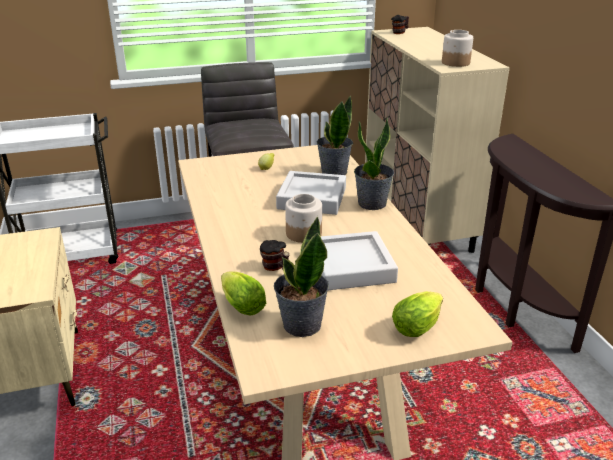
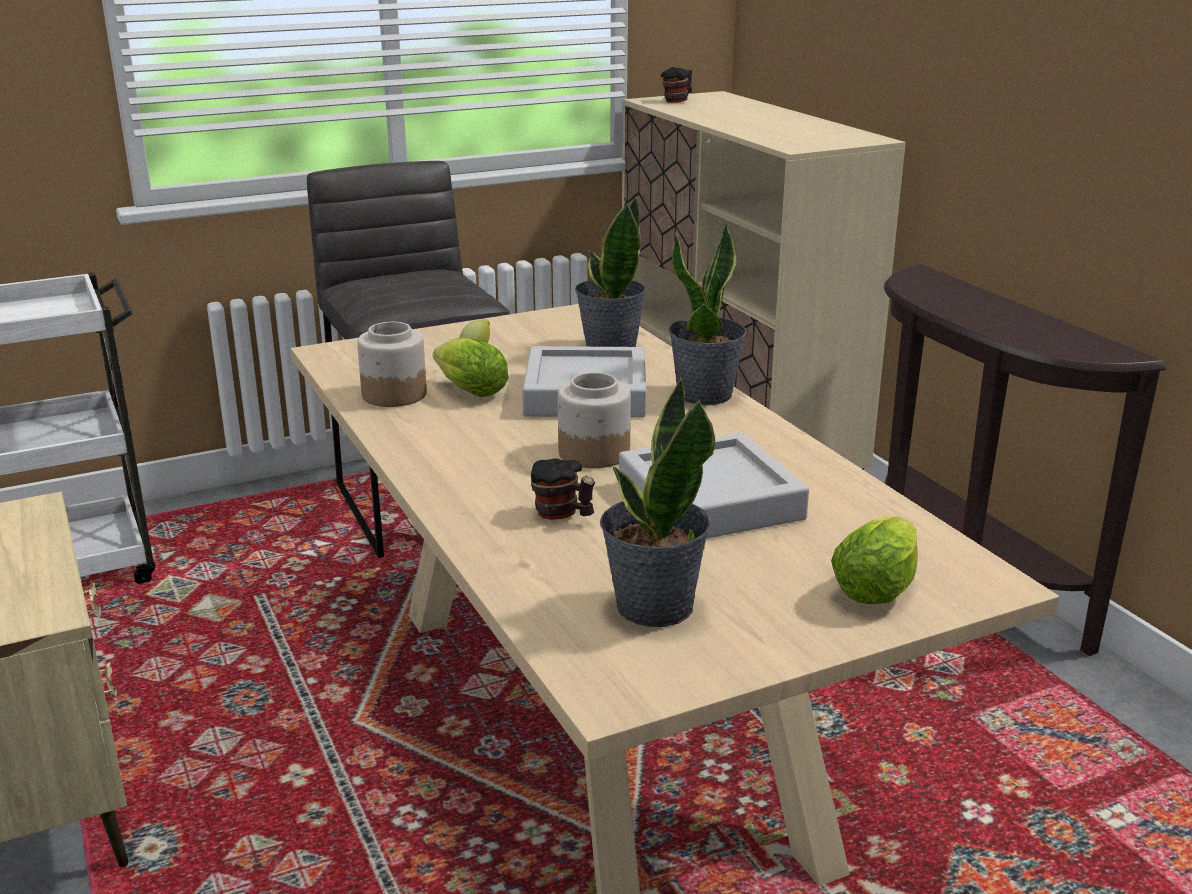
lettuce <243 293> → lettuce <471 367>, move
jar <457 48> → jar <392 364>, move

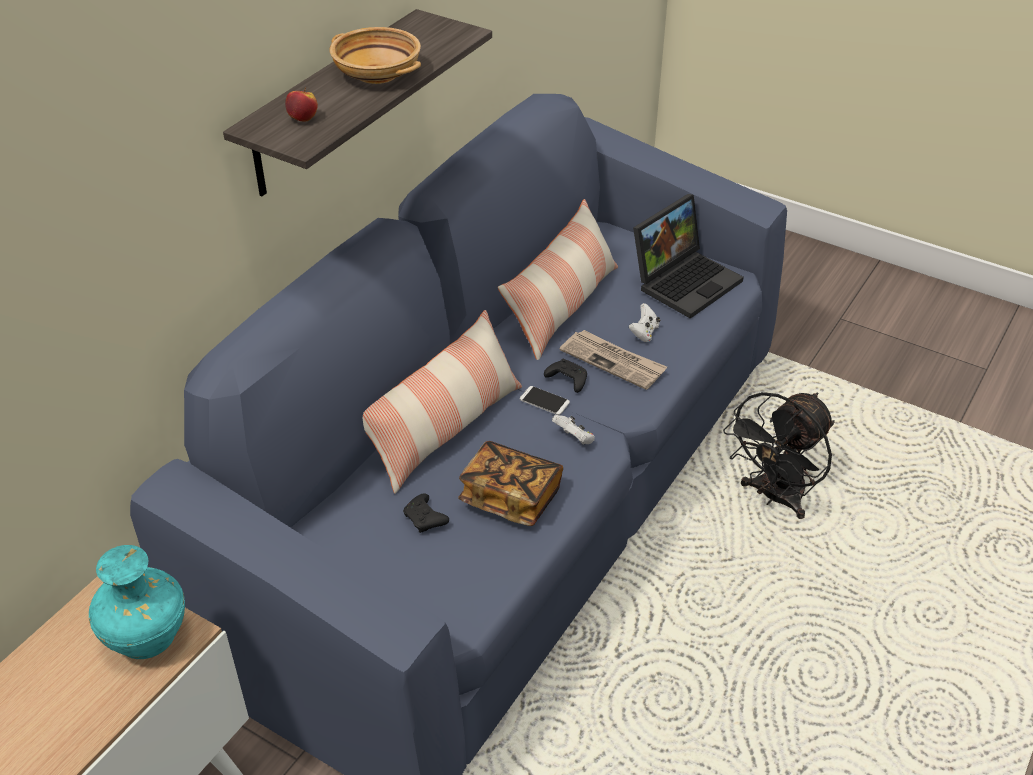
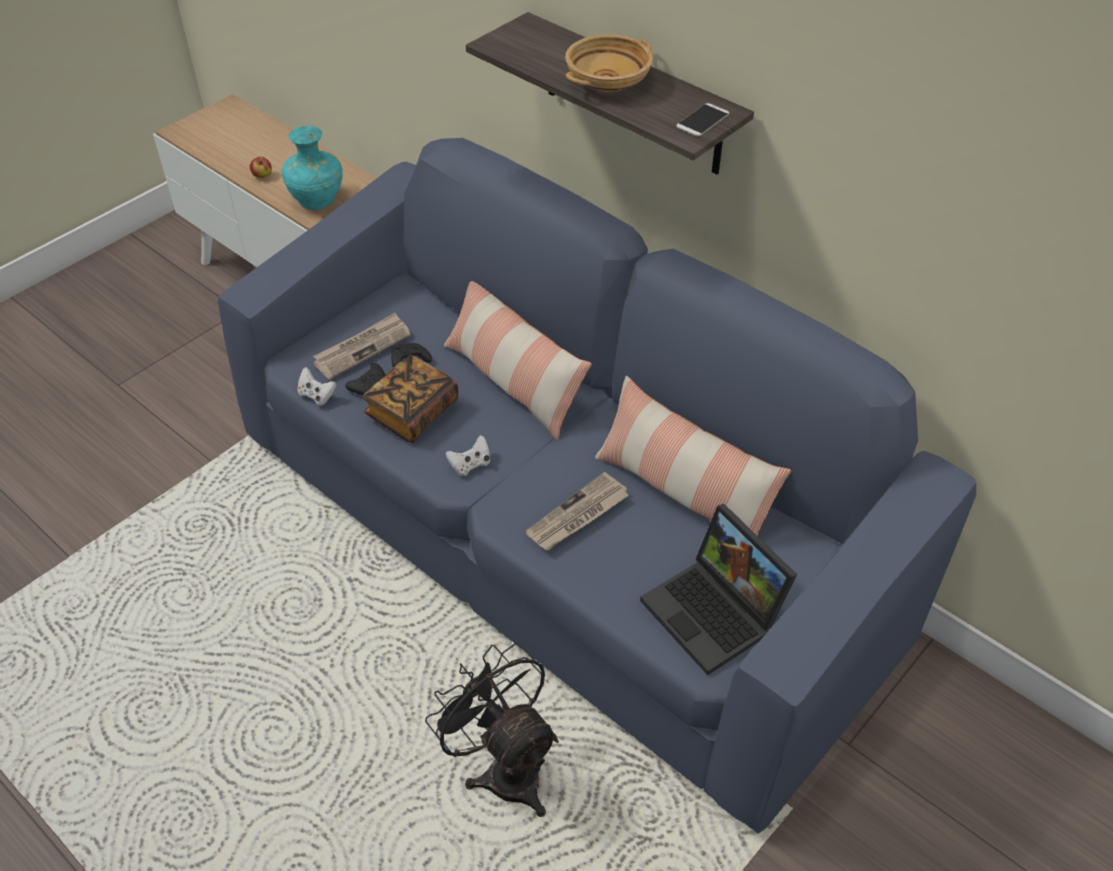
- → newspaper <362 346>
apple <301 105> → apple <261 167>, move
phone <545 400> → phone <702 120>, move
black game controller <565 376> → black game controller <365 379>, move
white game controller <644 322> → white game controller <316 386>, move

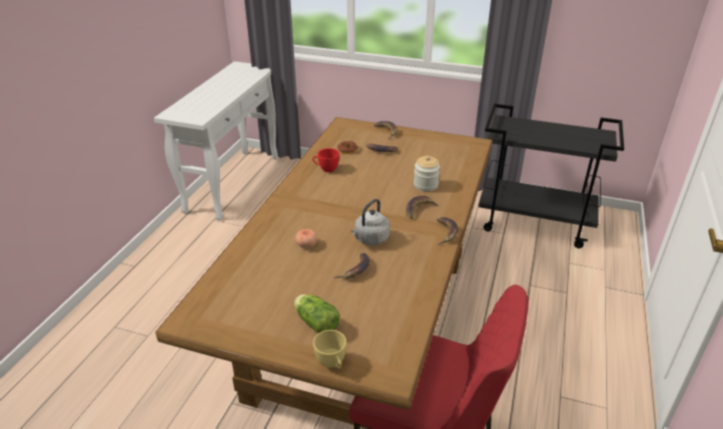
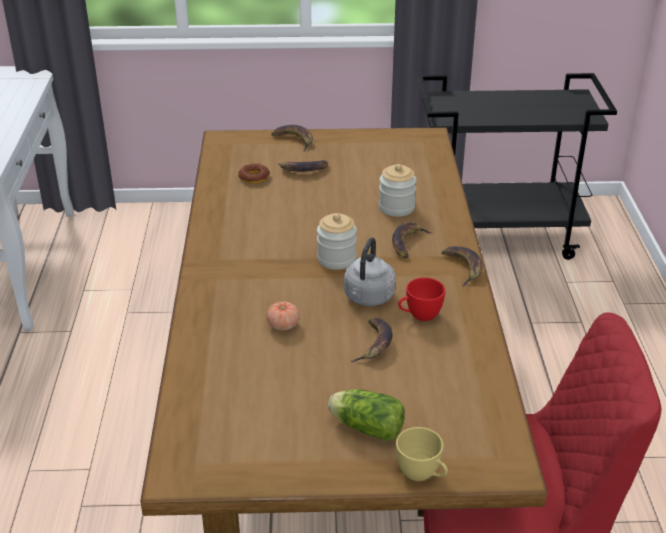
- → jar <337 241>
red cup <325 160> → red cup <421 299>, move

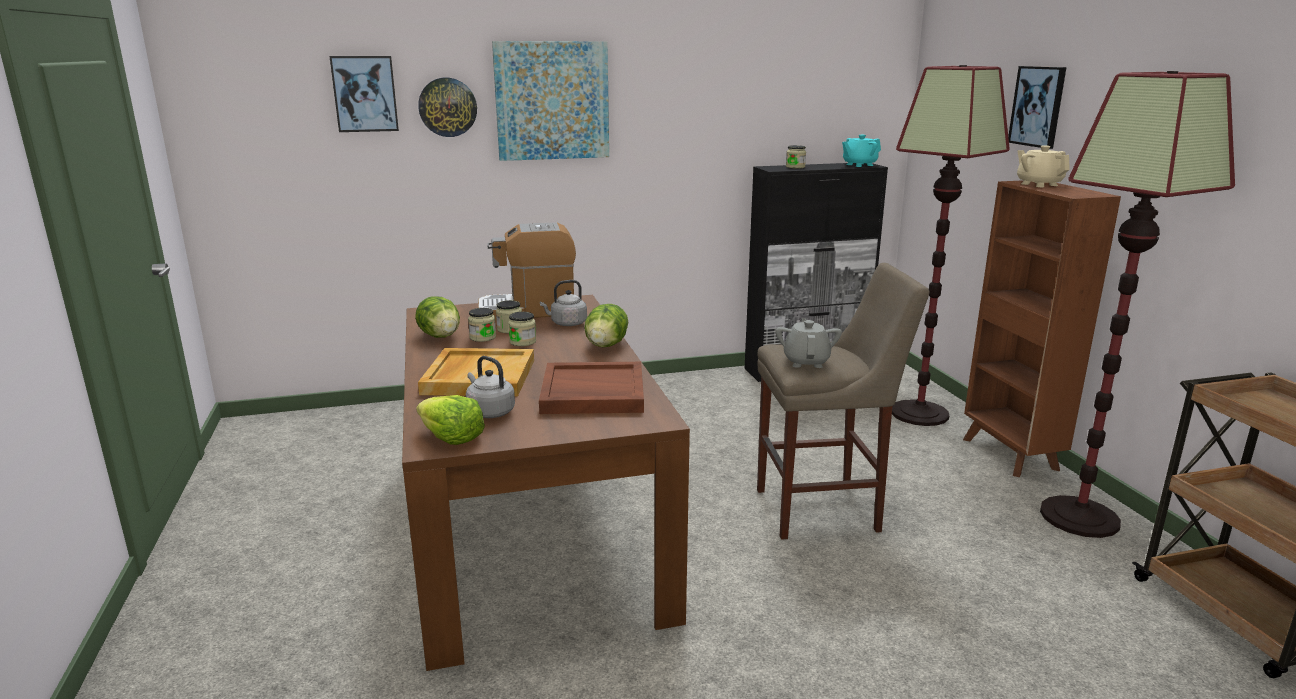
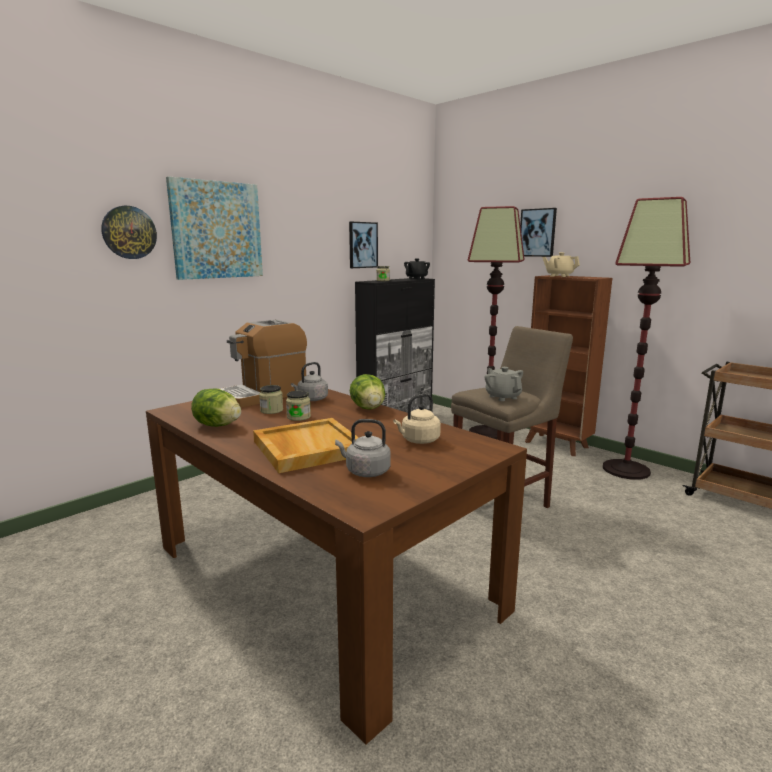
lettuce <450 420> → -
jar <482 325> → -
picture <364 94> → picture <363 245>, move
brown tray <591 388> → beige kettle <417 419>
turquoise teapot <861 151> → black teapot <417 268>

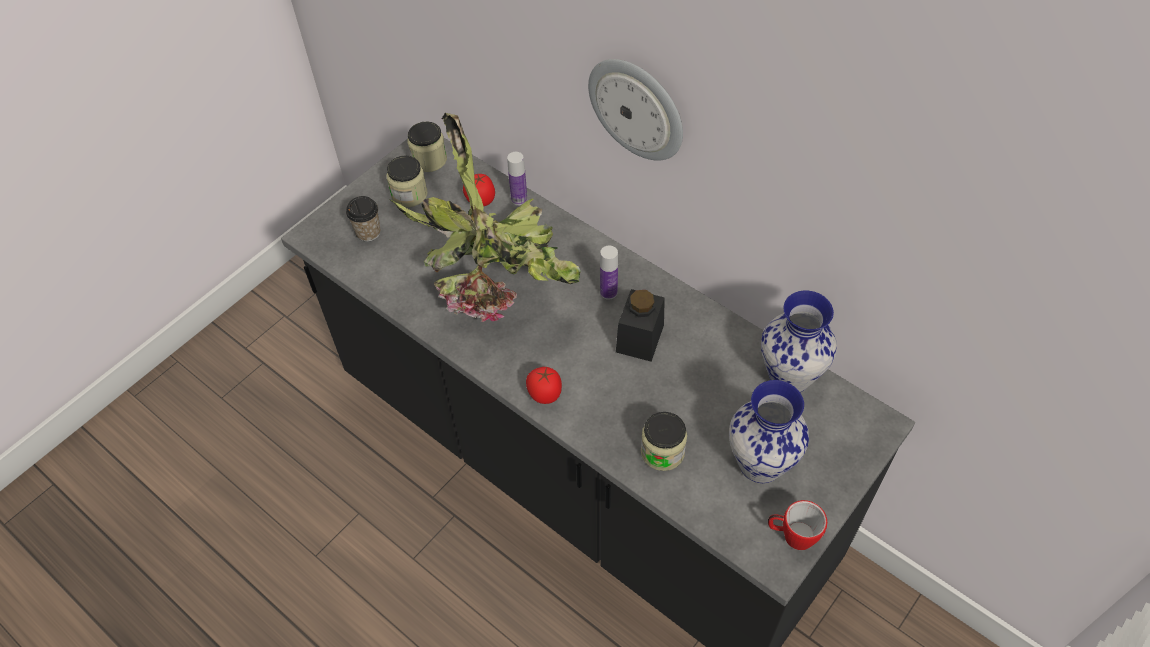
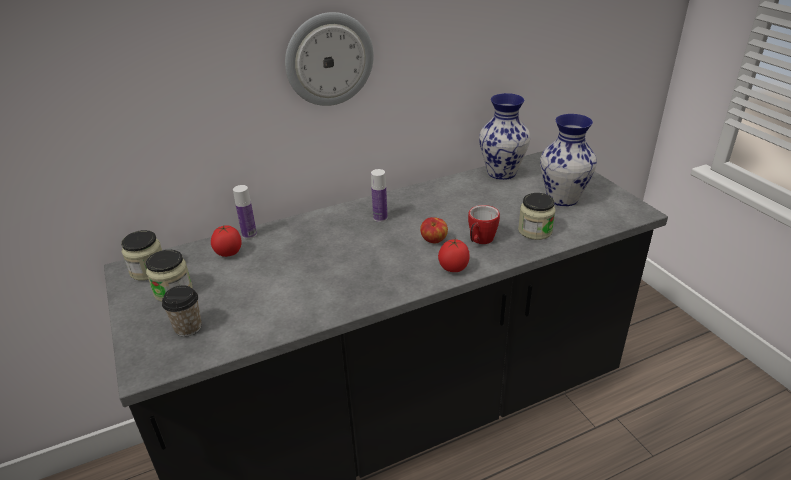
potted plant <485 217> → -
black jar <640 325> → -
- → apple <434 230>
mug <797 525> → mug <484 224>, move

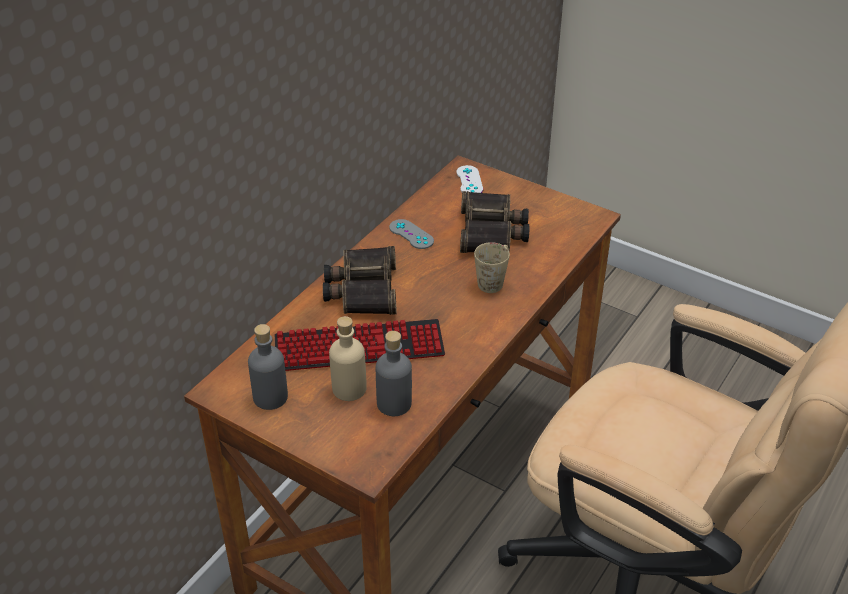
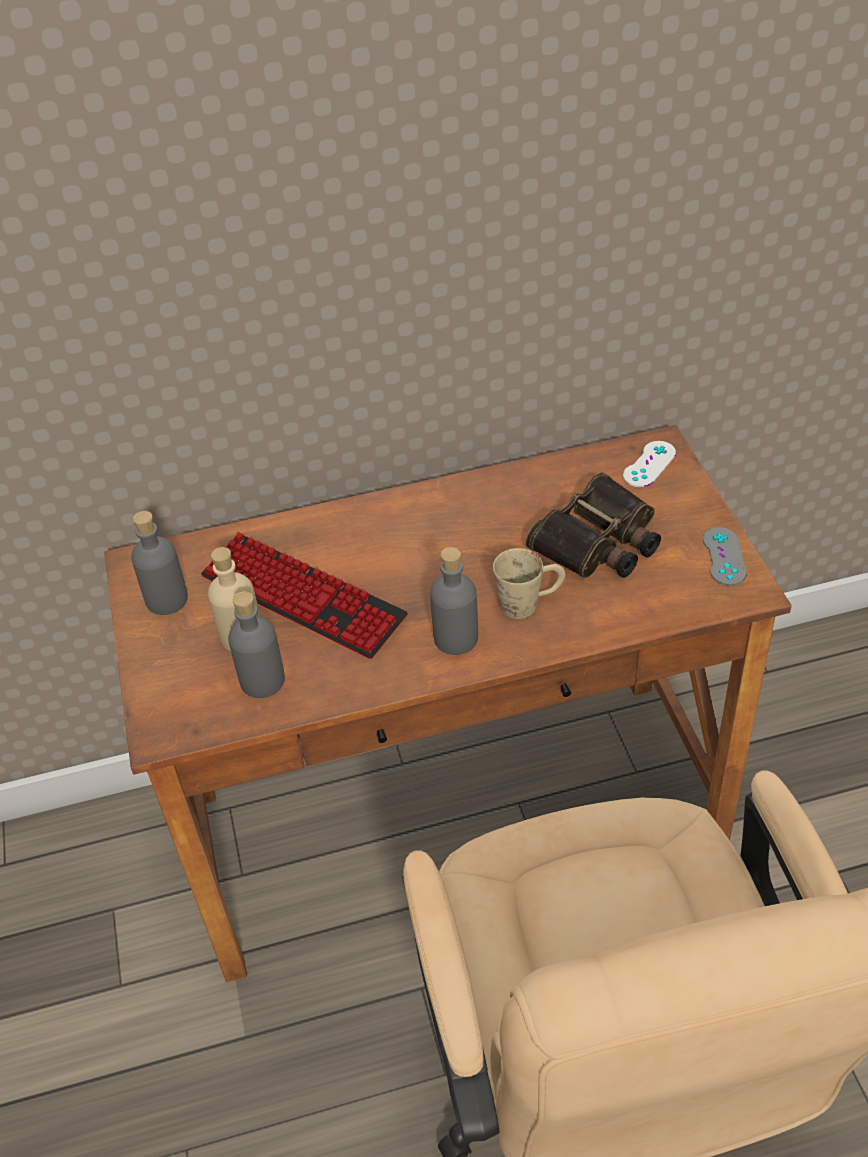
binoculars <360 280> → -
- → grey bottle <454 601>
grey game controller <411 234> → grey game controller <724 556>, move

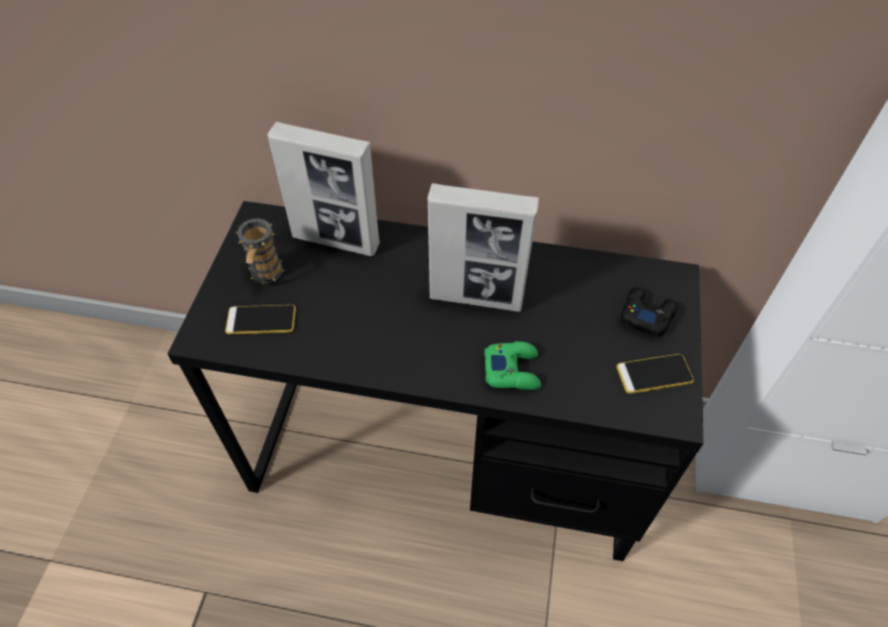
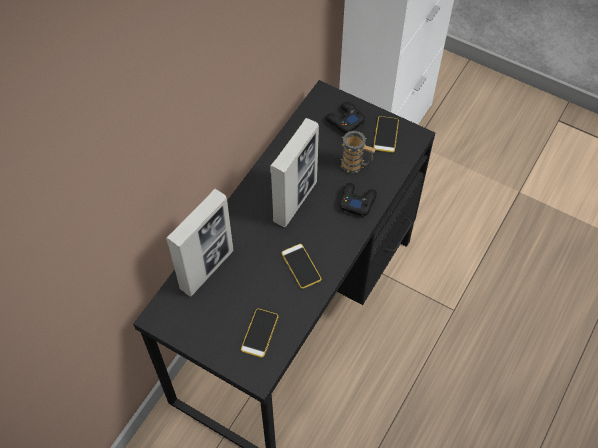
- → phone <301 266>
mug <260 251> → mug <358 152>, move
green game controller <512 365> → black game controller <358 200>

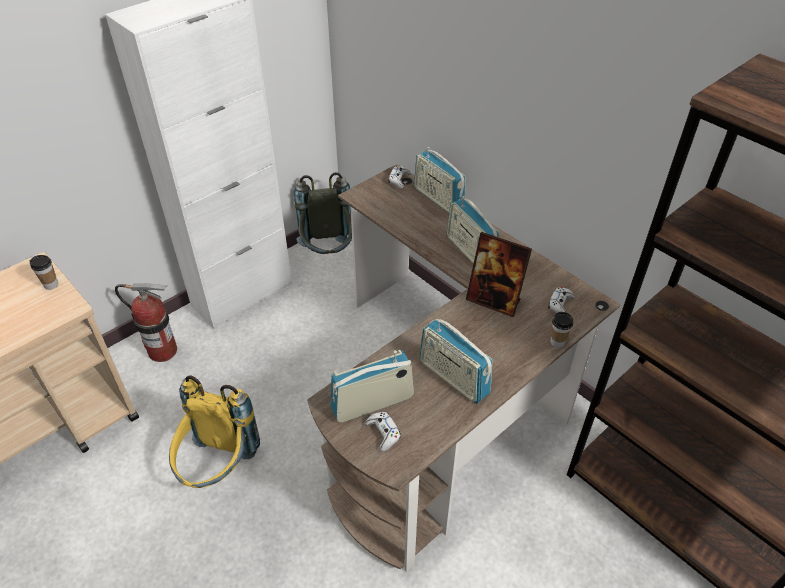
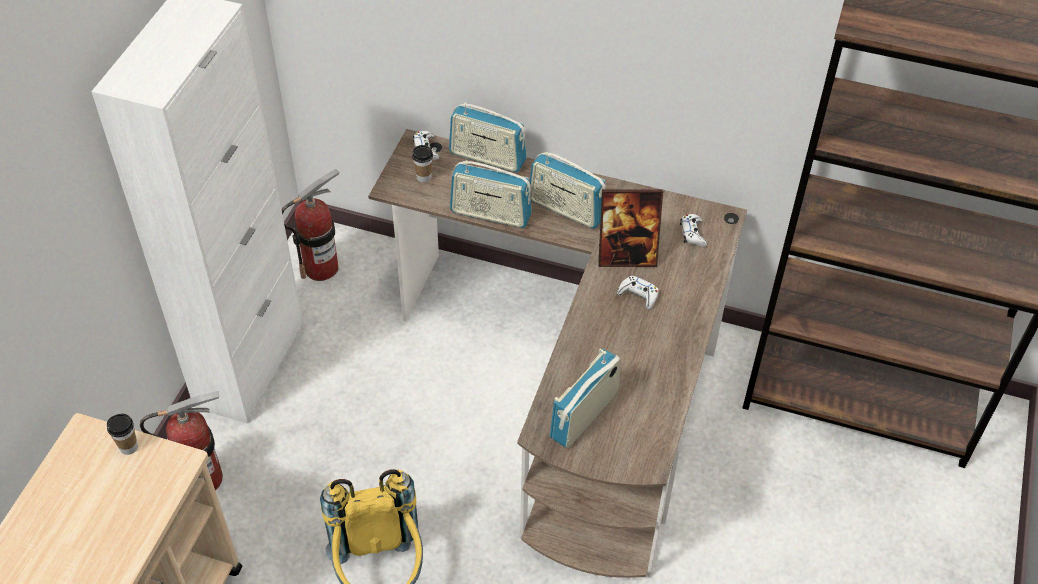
white game controller <383 432> → white game controller <637 293>, move
radio <455 361> → radio <491 194>, move
cup <562 330> → cup <422 164>, move
grey backpack <323 213> → fire extinguisher <310 225>

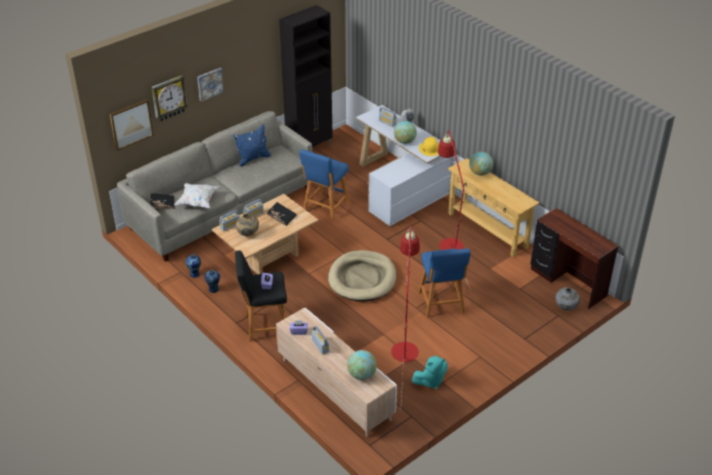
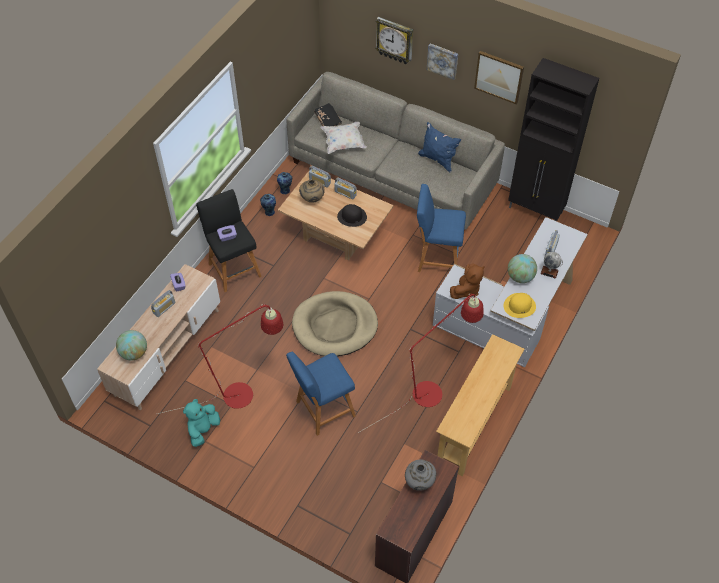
globe <481 164> → -
- → brown plush toy <467 281>
picture <132 125> → picture <499 78>, move
grey vase <568 299> → grey vase <420 474>, move
black book <282 214> → black hat <352 215>
turquoise plush toy <430 372> → turquoise plush toy <201 423>, 75 degrees clockwise

